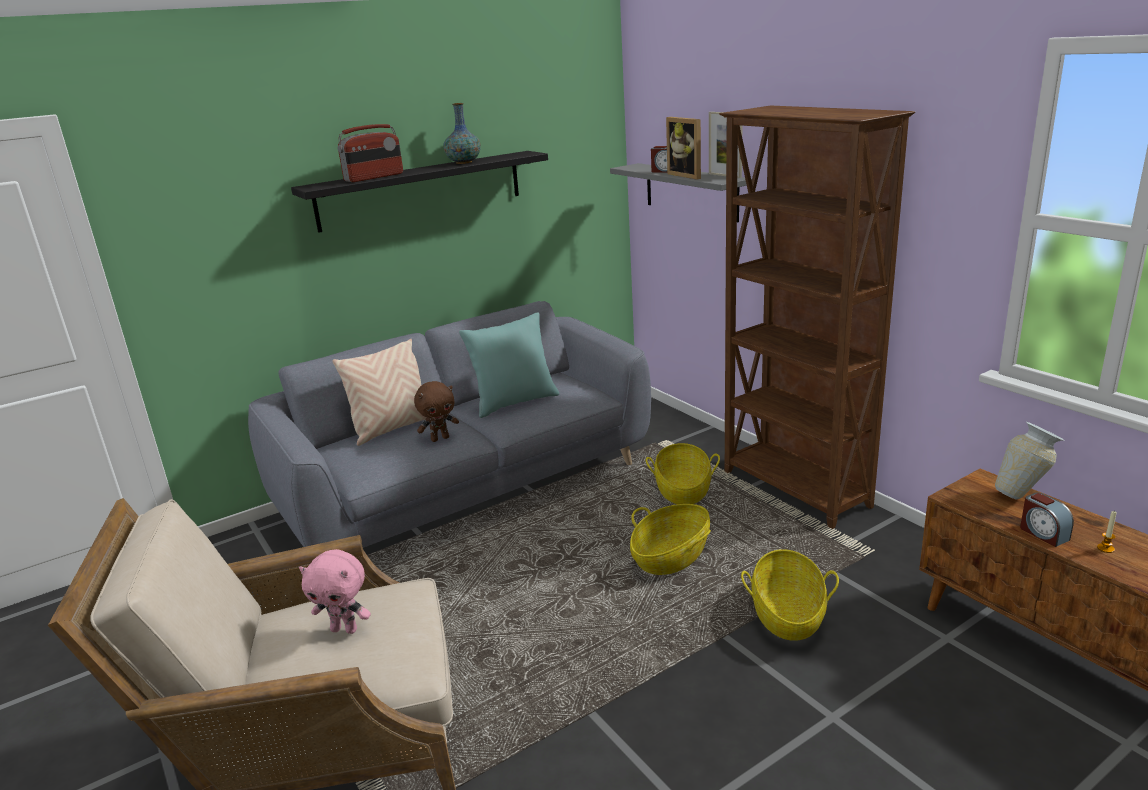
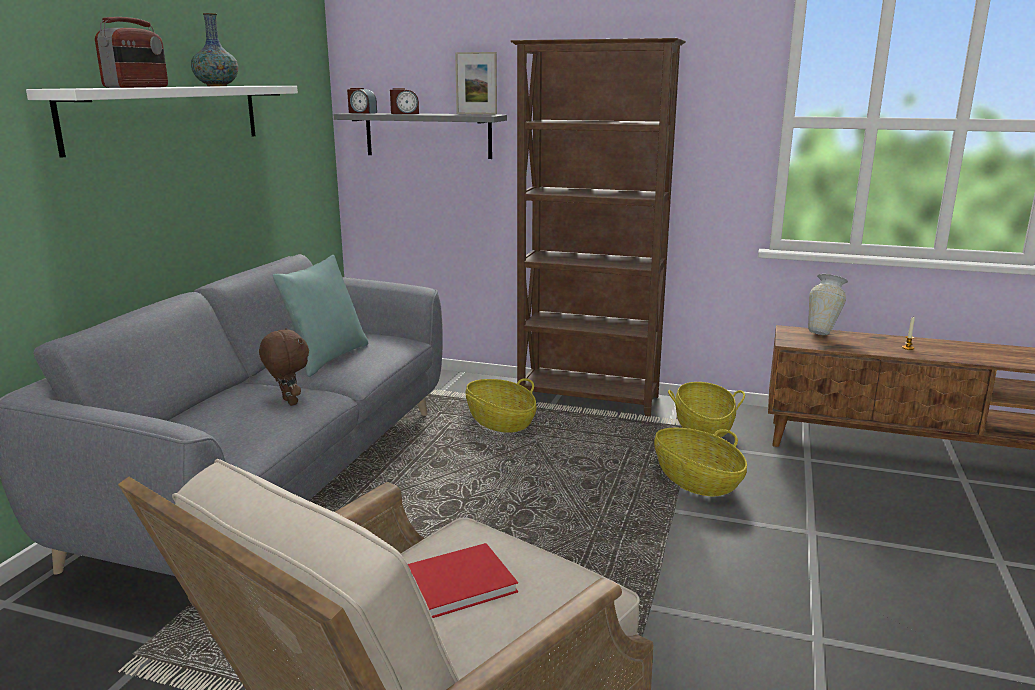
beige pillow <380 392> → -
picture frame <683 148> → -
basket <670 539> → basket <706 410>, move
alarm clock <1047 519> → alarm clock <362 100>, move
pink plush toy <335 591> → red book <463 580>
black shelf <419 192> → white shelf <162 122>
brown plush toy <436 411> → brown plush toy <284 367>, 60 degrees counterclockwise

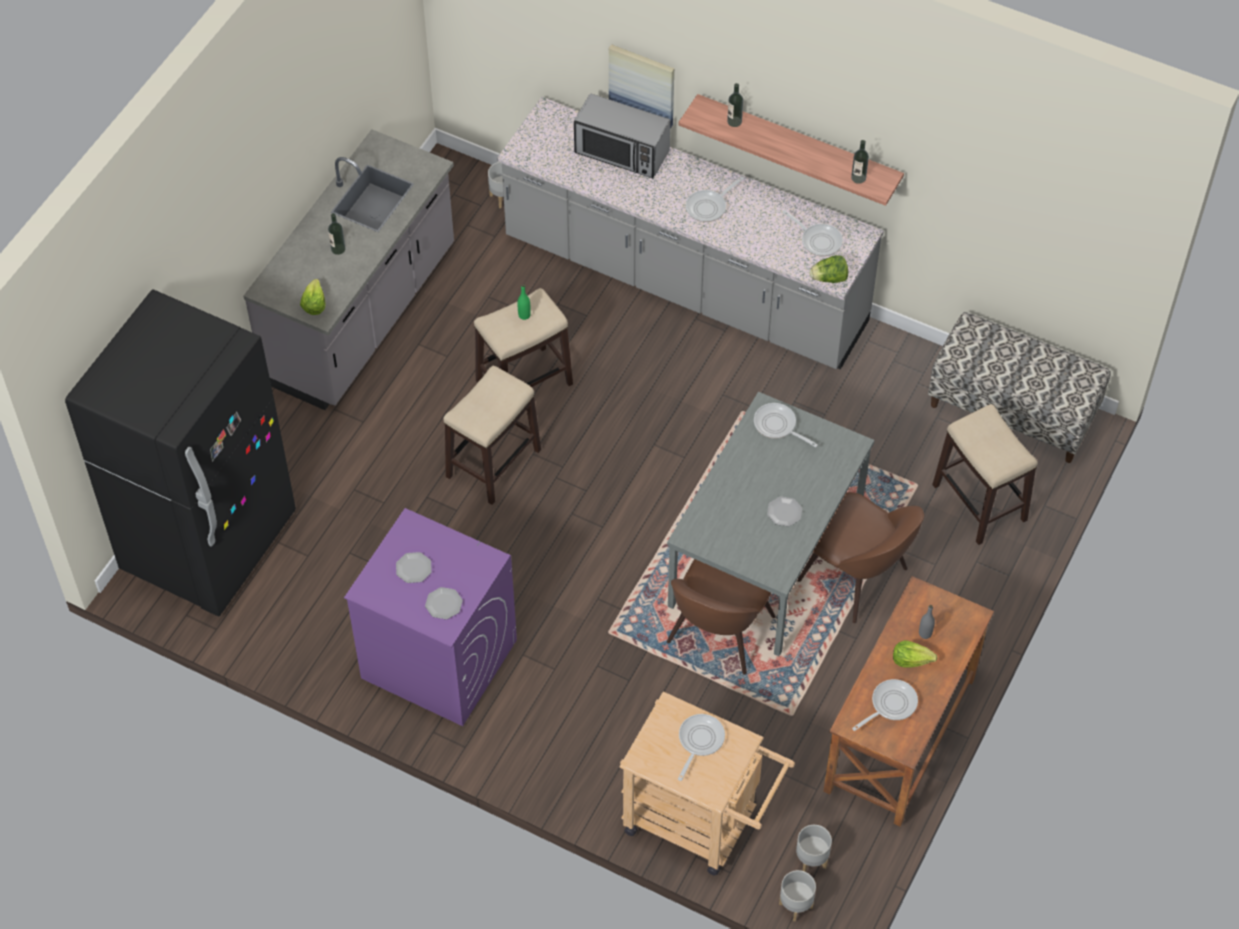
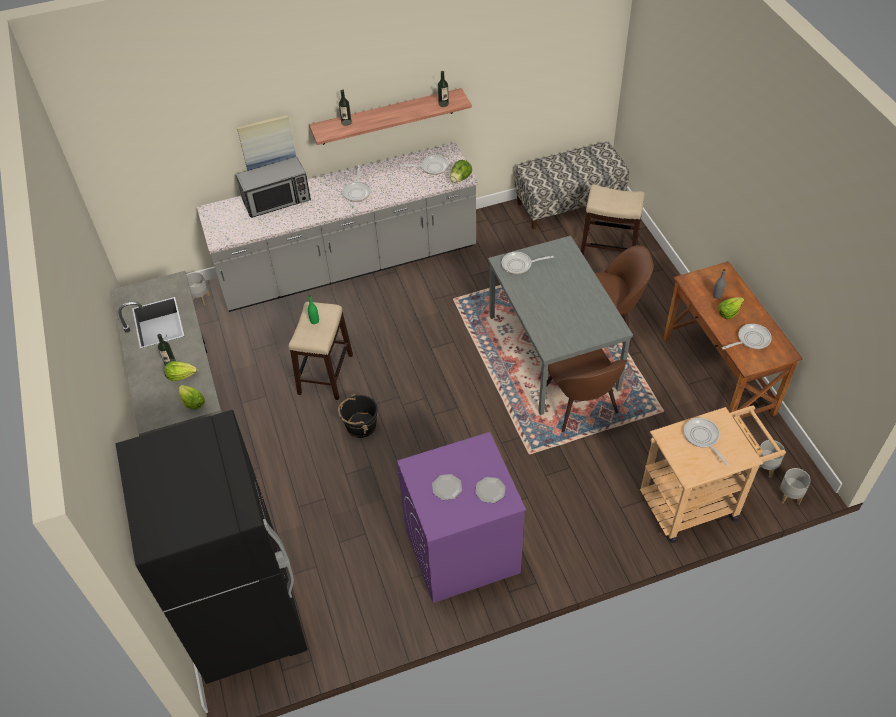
plate <784 511> → -
- → lettuce <181 371>
stool <492 435> → black bucket <358 416>
frying pan <885 705> → frying pan <747 337>, 60 degrees clockwise

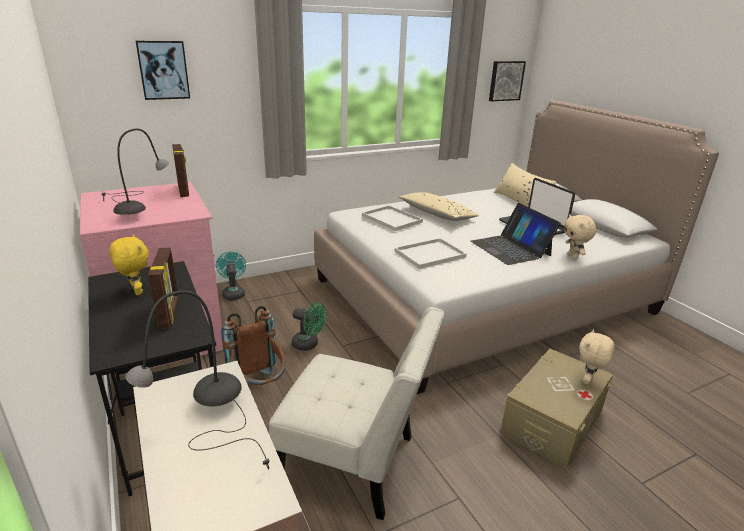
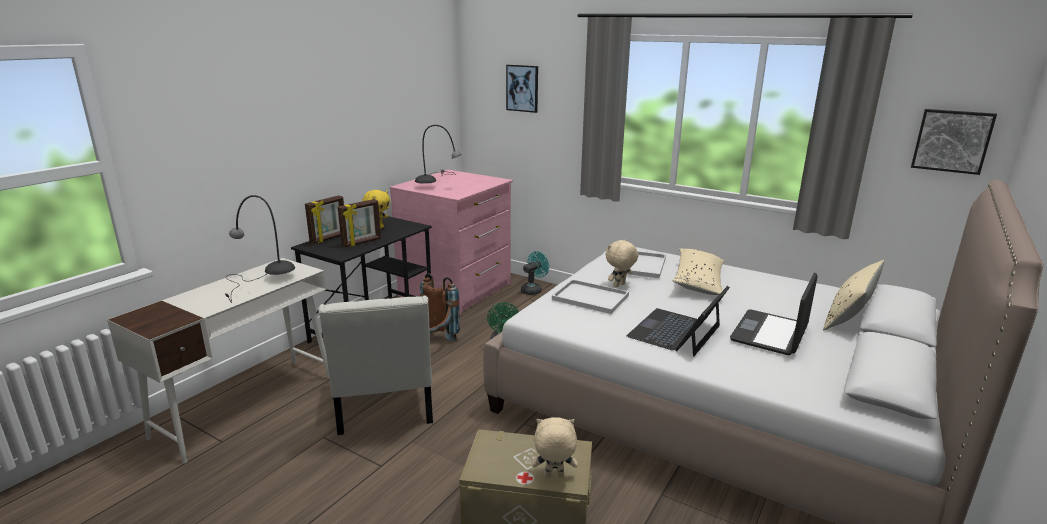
picture frame <180 170> → picture frame <324 219>, move
beige plush toy <580 237> → beige plush toy <621 263>, move

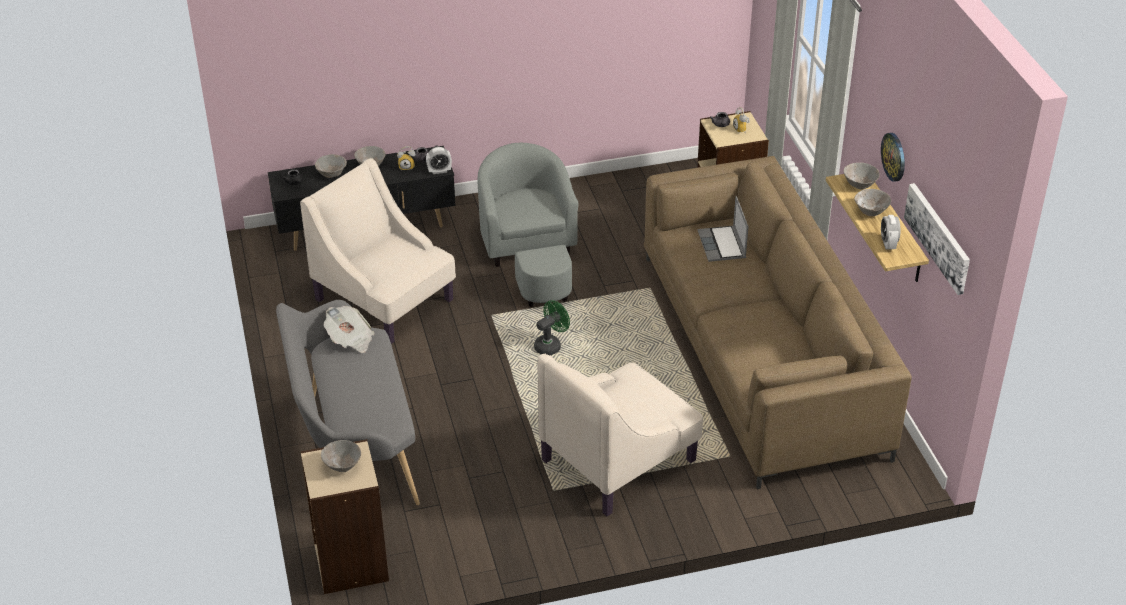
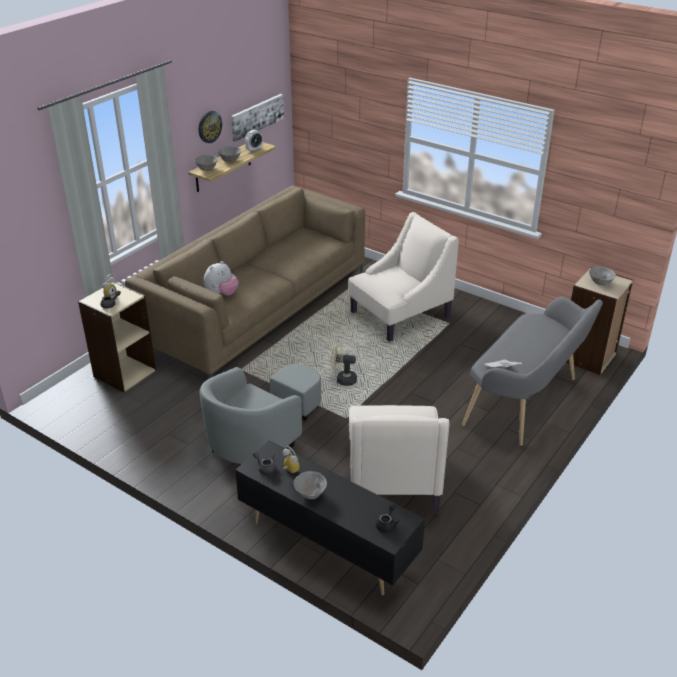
grey bowl <331 166> → -
alarm clock <439 160> → -
laptop <723 229> → plush toy <221 278>
green fan <552 327> → beige fan <344 365>
beige armchair <620 435> → beige armchair <403 277>, 45 degrees counterclockwise

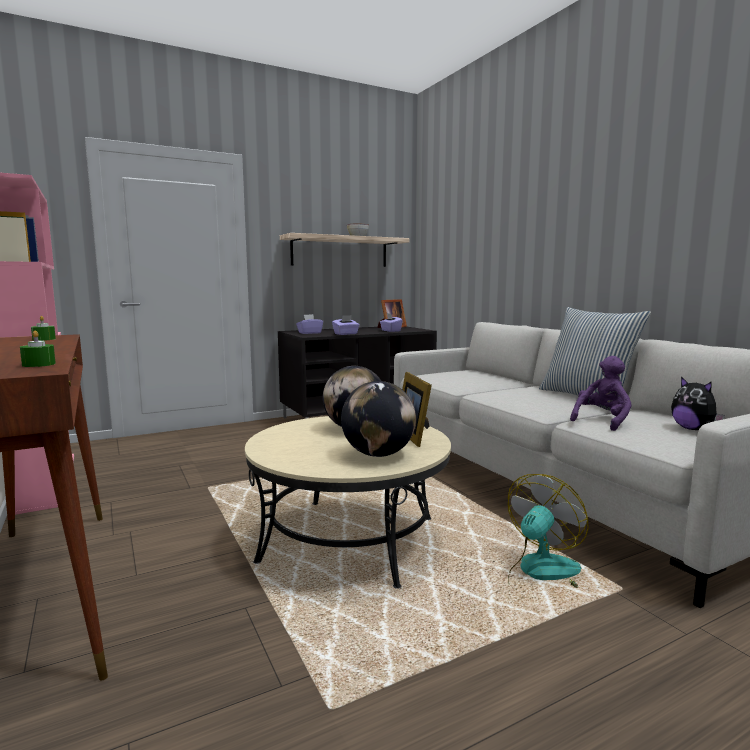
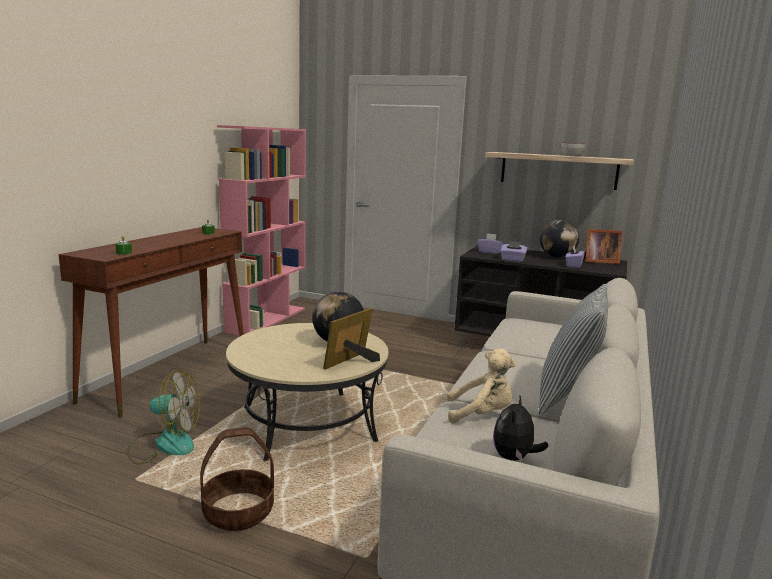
- → basket <237 479>
globe <378 419> → globe <559 239>, move
fan <548 531> → fan <163 417>, move
purple plush toy <601 393> → beige plush toy <481 386>

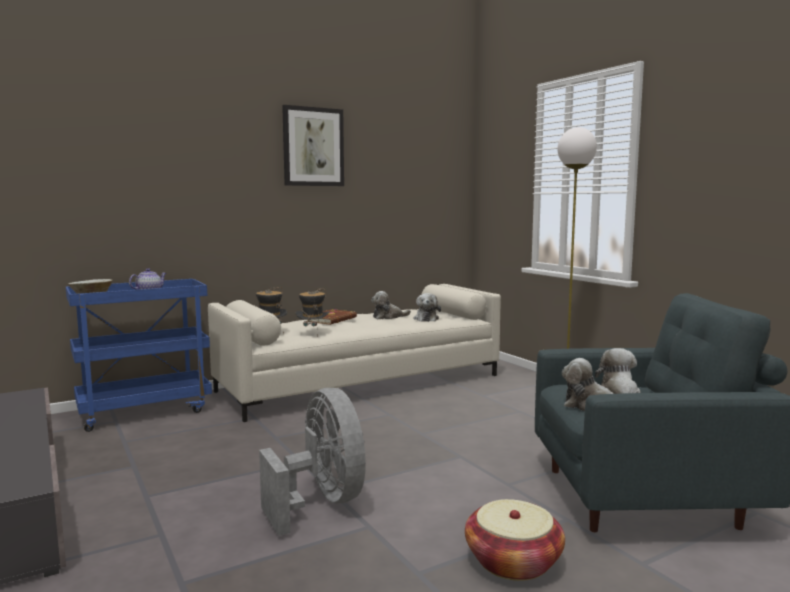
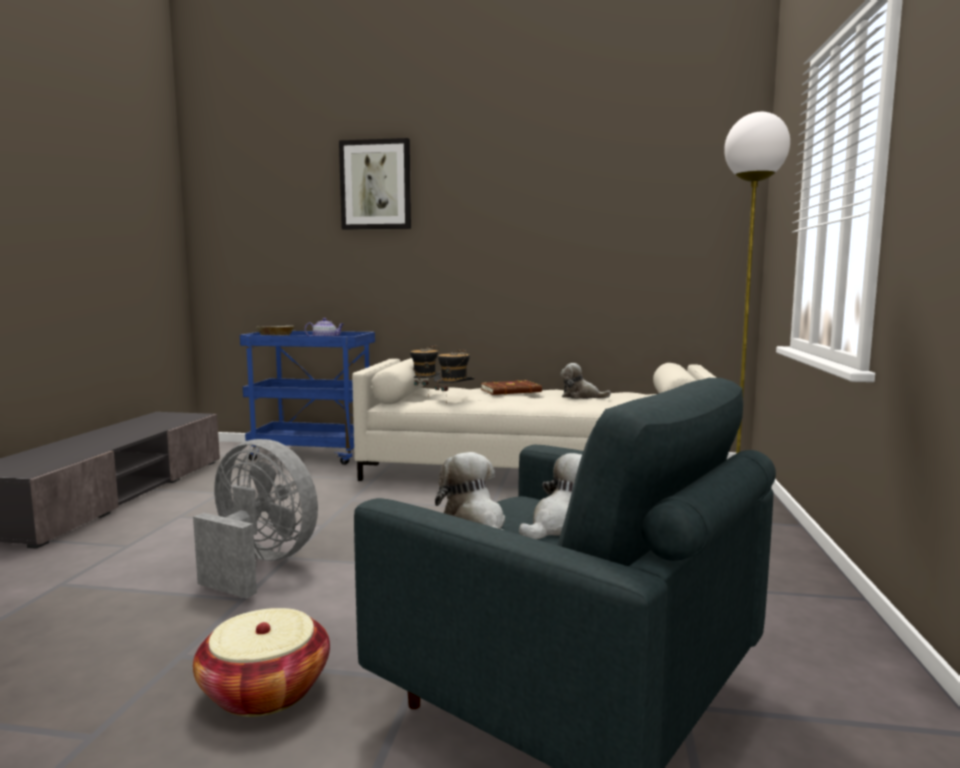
plush toy <427 307> → -
picture <313 145> → picture <375 184>, move
grey fan <312 462> → grey fan <255 519>, 75 degrees counterclockwise

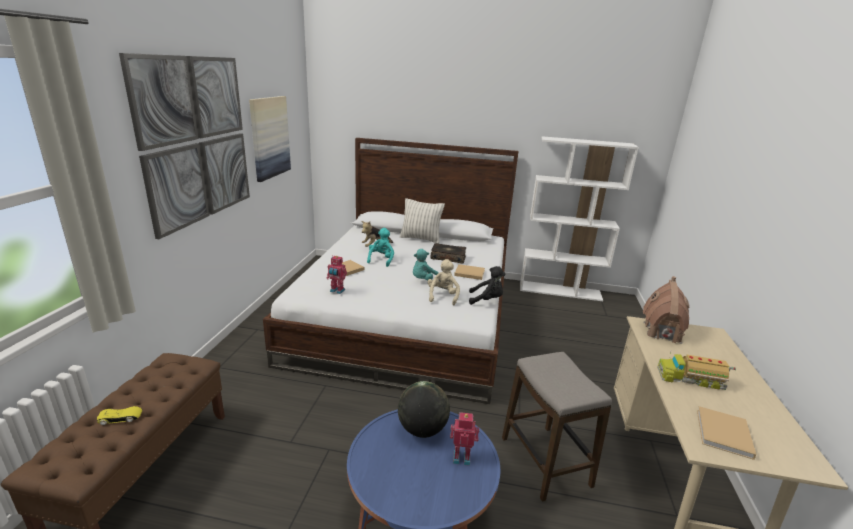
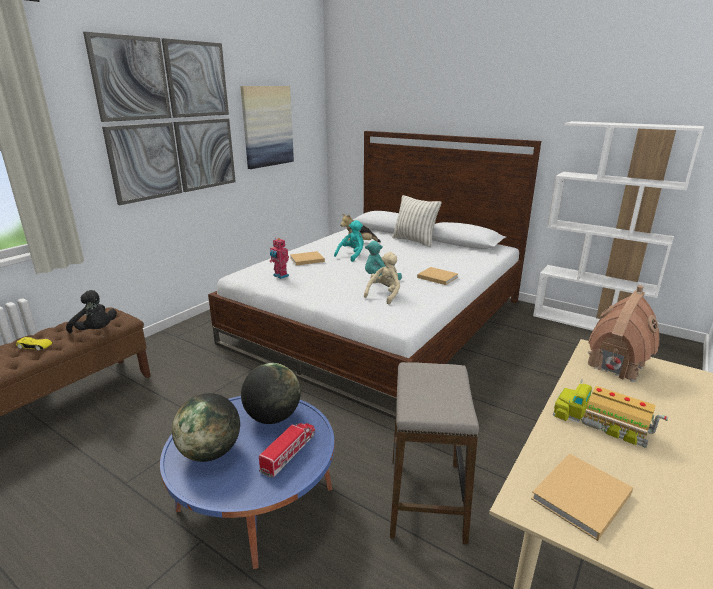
book <448 253> → -
- → globe <206 427>
black plush toy <487 285> → black plush toy <91 311>, move
toy robot <464 439> → toy truck <287 450>

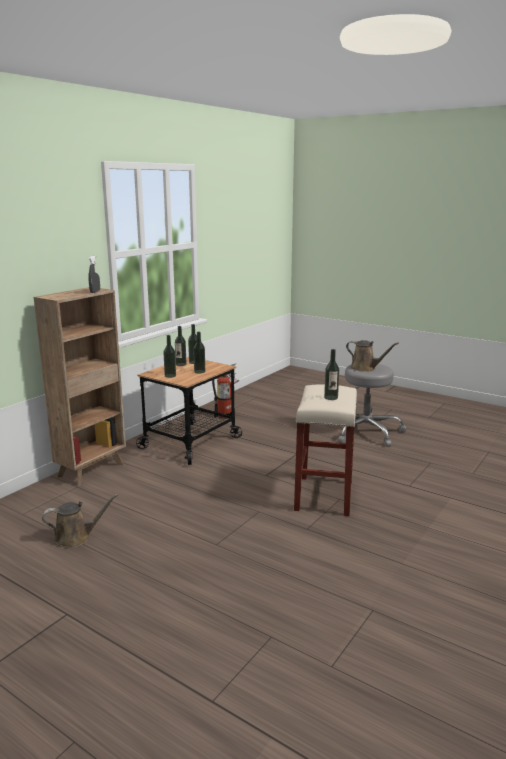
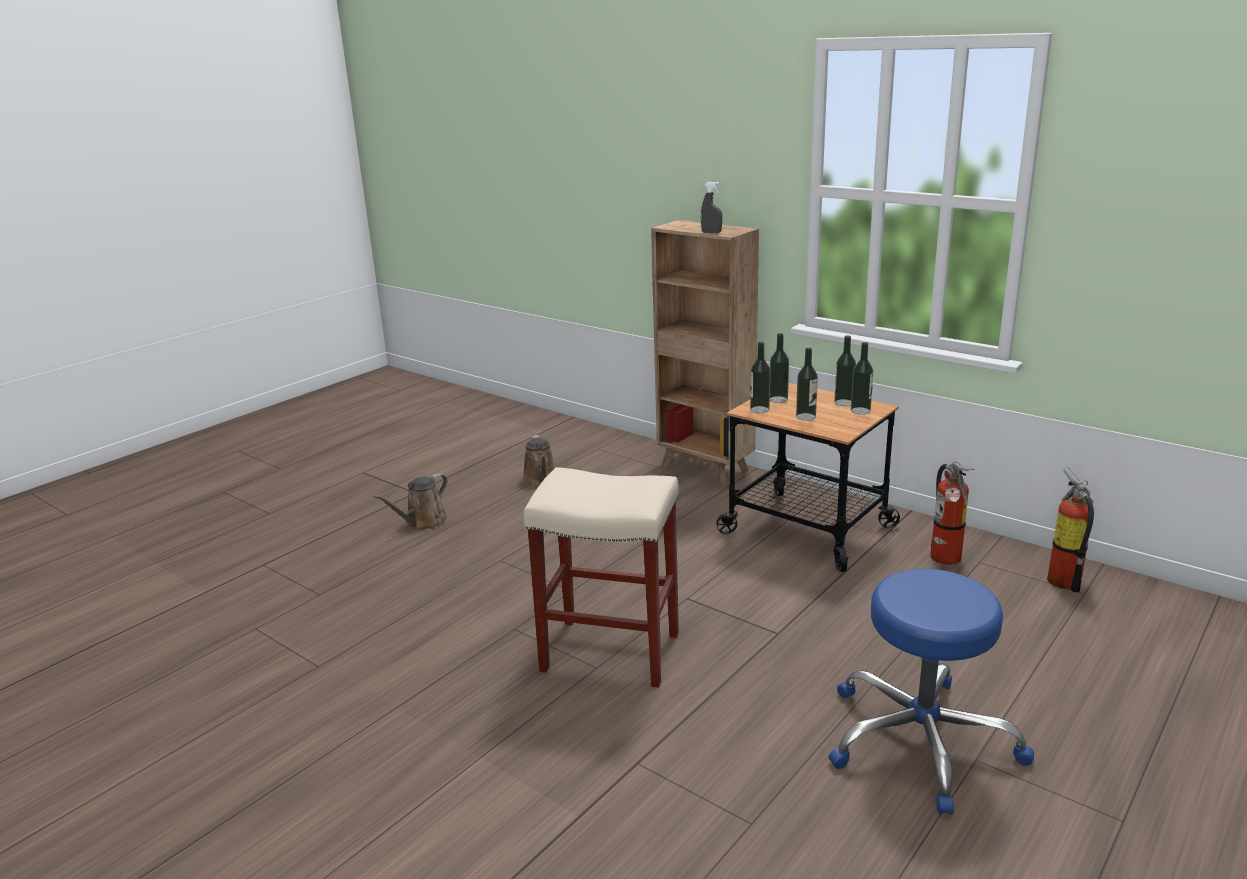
- → fire extinguisher <1070 529>
bottle <331 374> → bottle <760 377>, move
brown watering can <372 356> → brown watering can <410 502>, move
grey stool <367 405> → blue stool <931 691>

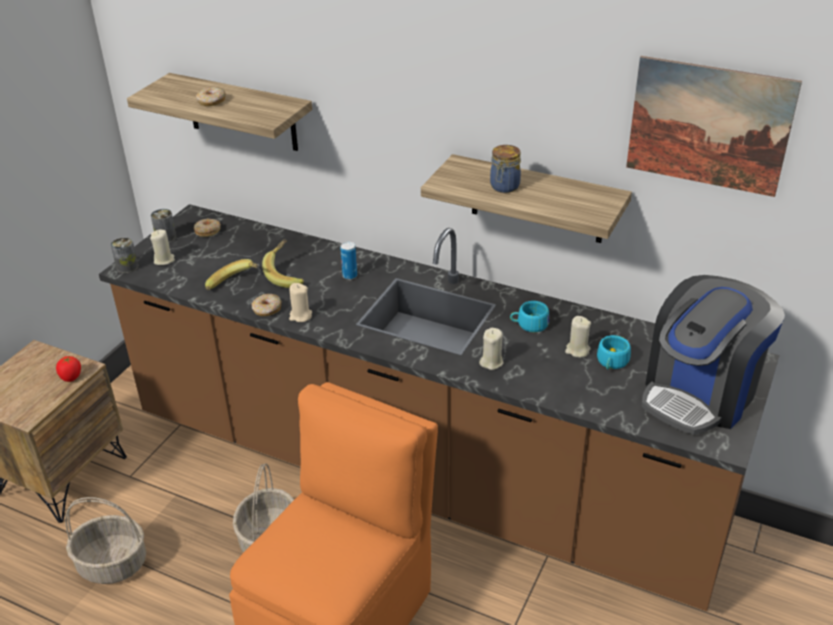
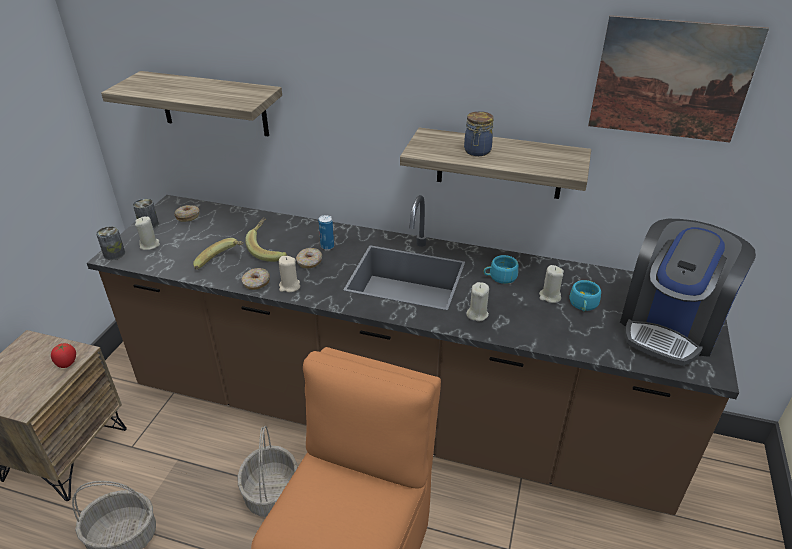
donut <210 96> → donut <309 258>, move

